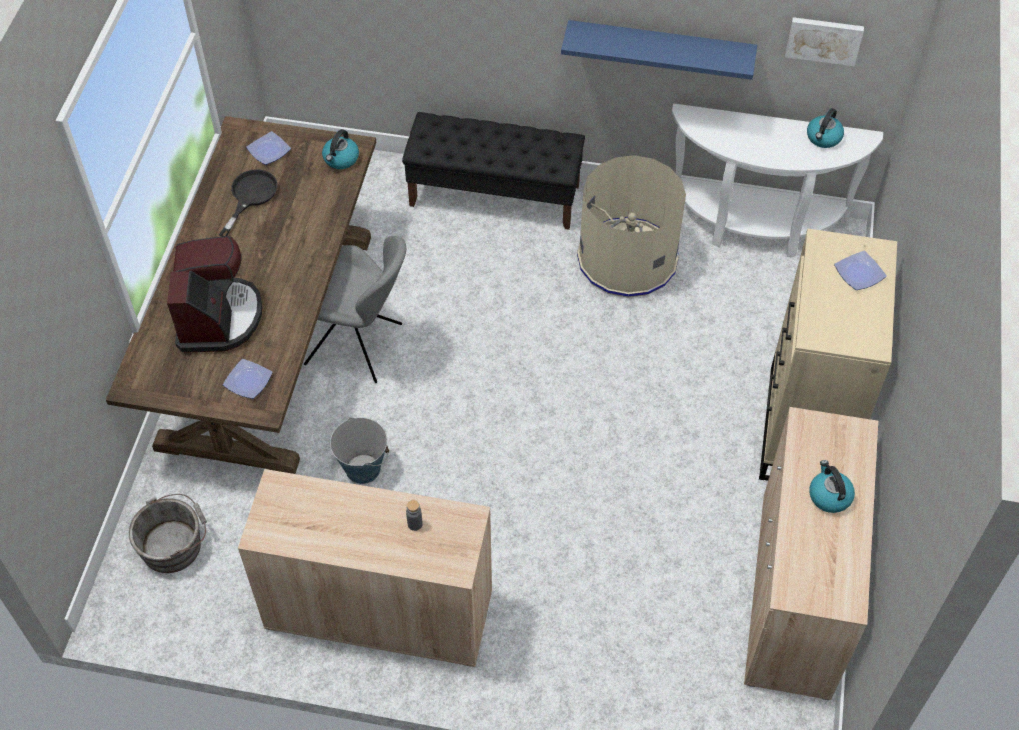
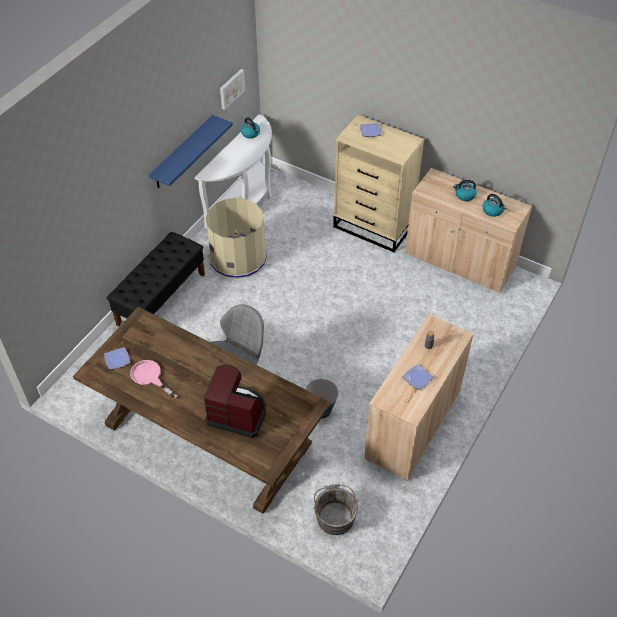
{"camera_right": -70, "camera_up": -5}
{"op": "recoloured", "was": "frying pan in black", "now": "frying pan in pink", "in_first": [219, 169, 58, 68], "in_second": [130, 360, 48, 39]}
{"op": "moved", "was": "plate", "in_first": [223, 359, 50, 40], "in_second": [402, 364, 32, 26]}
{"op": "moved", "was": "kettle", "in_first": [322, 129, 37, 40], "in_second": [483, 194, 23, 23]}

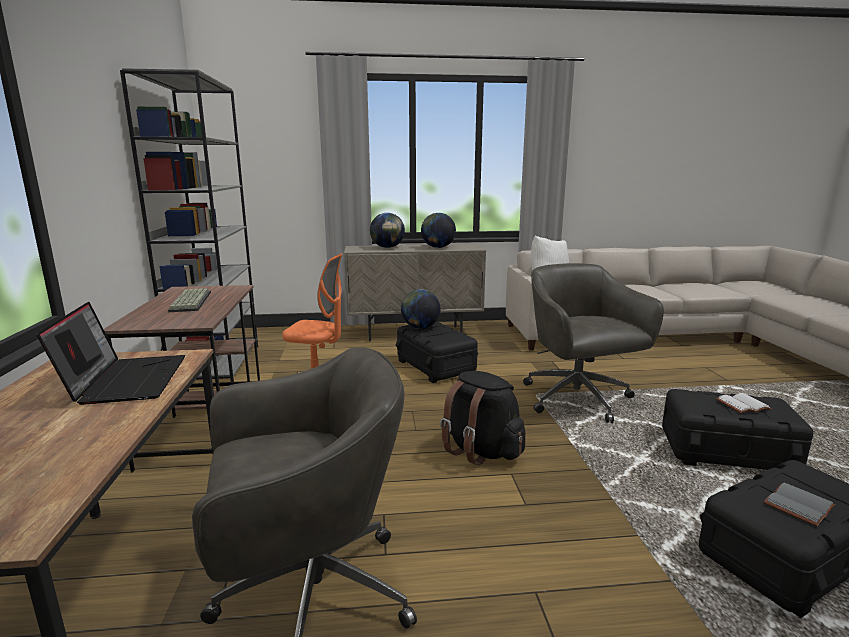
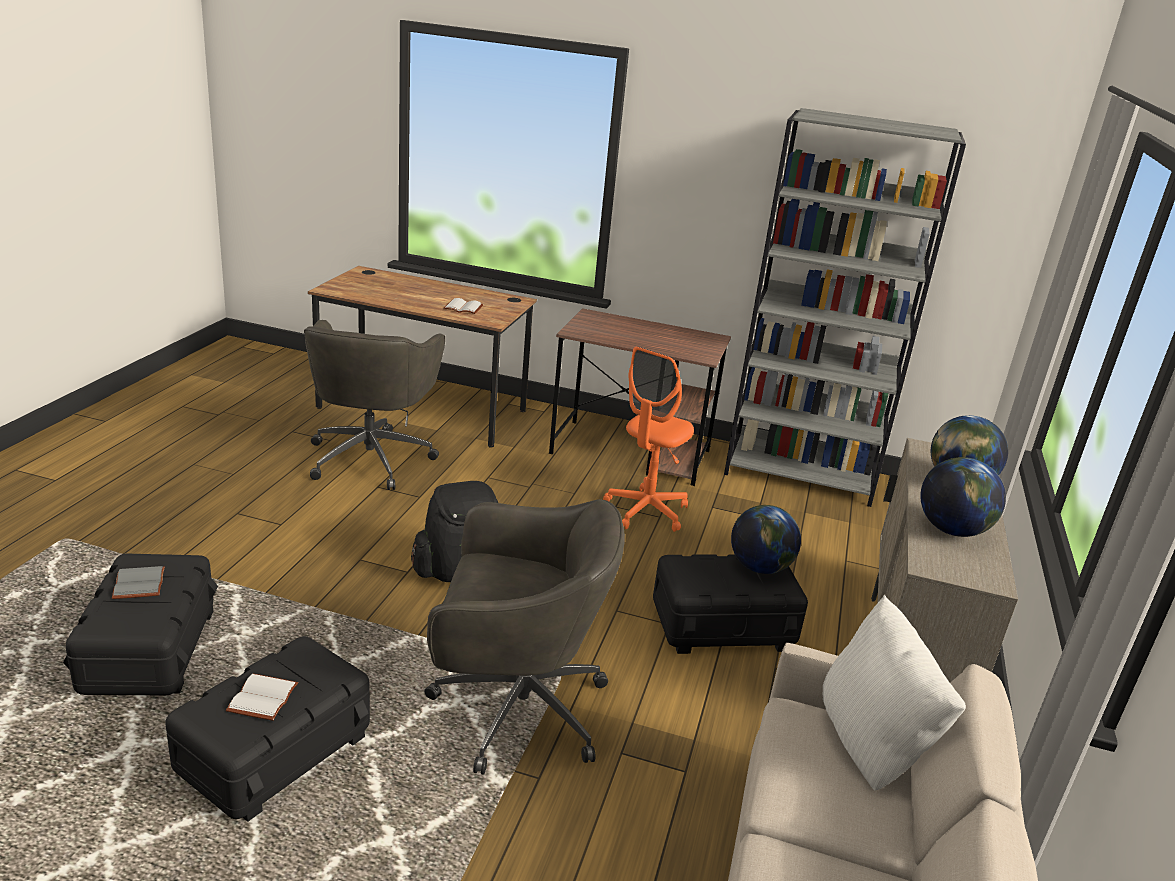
{"camera_right": 110, "camera_up": 10}
{"op": "replaced", "was": "laptop", "now": "book in white", "in_first": [36, 302, 149, 103], "in_second": [443, 298, 40, 16]}
{"op": "removed", "was": "keyboard", "in_first": [168, 288, 43, 24]}

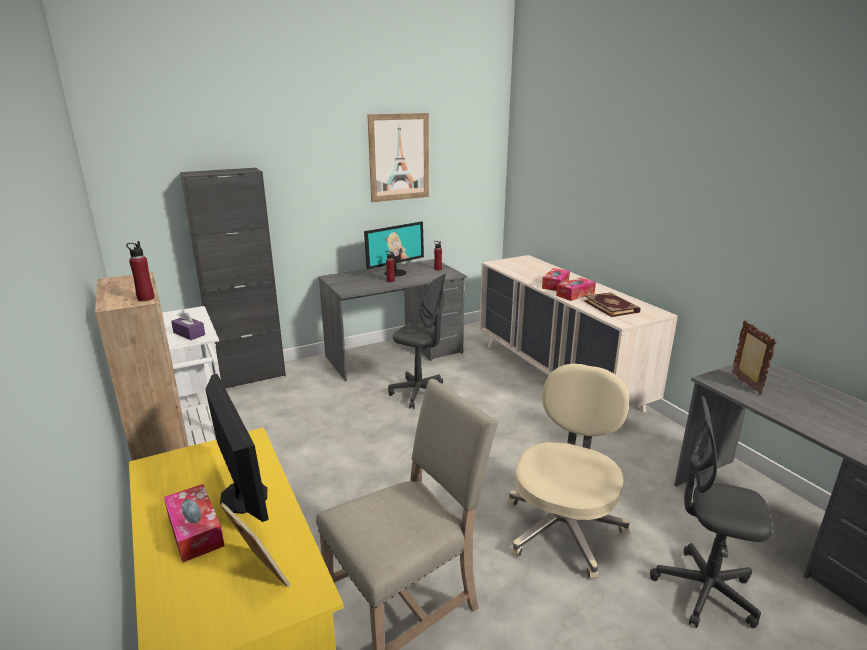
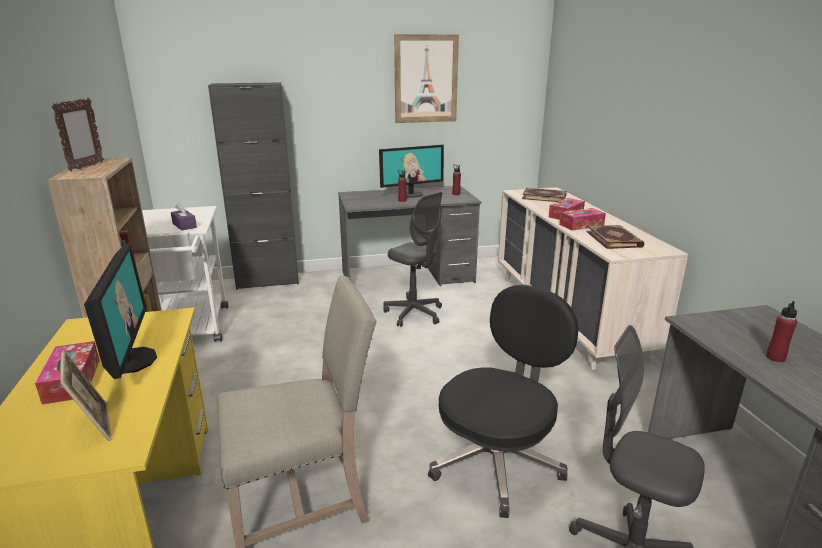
{"camera_right": 15, "camera_up": 0}
{"op": "moved", "was": "bottle in red", "in_first": [126, 241, 29, 60], "in_second": [766, 301, 31, 61]}
{"op": "recoloured", "was": "office chair in beige", "now": "office chair in black", "in_first": [508, 364, 121, 215], "in_second": [428, 285, 151, 233]}
{"op": "moved", "was": "picture frame", "in_first": [732, 320, 45, 75], "in_second": [51, 98, 53, 73]}
{"op": "added", "now": "book", "in_second": [522, 188, 45, 14]}

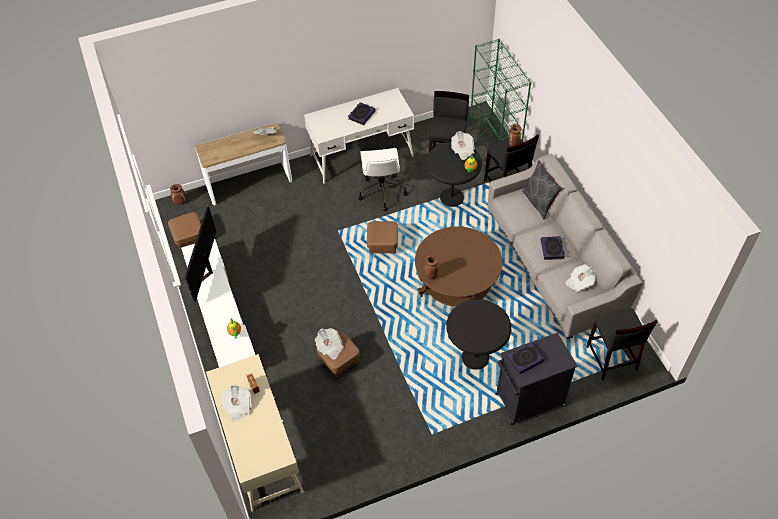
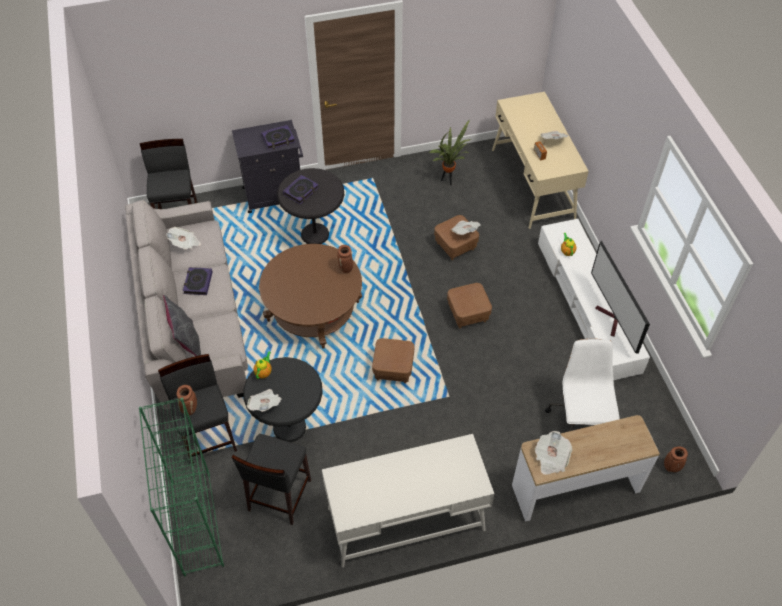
{"camera_right": -175, "camera_up": 0}
{"op": "moved", "was": "ottoman in brown", "in_first": [168, 212, 33, 39], "in_second": [447, 283, 45, 45]}
{"op": "turned", "was": "television", "in_first": [185, 206, 31, 96], "in_second": [591, 240, 59, 114], "clockwise": 150}
{"op": "moved", "was": "book", "in_first": [348, 102, 27, 23], "in_second": [283, 175, 36, 29]}
{"op": "moved", "was": "office chair in white", "in_first": [359, 148, 49, 63], "in_second": [545, 339, 75, 93]}
{"op": "added", "now": "potted plant", "in_second": [429, 120, 42, 65]}

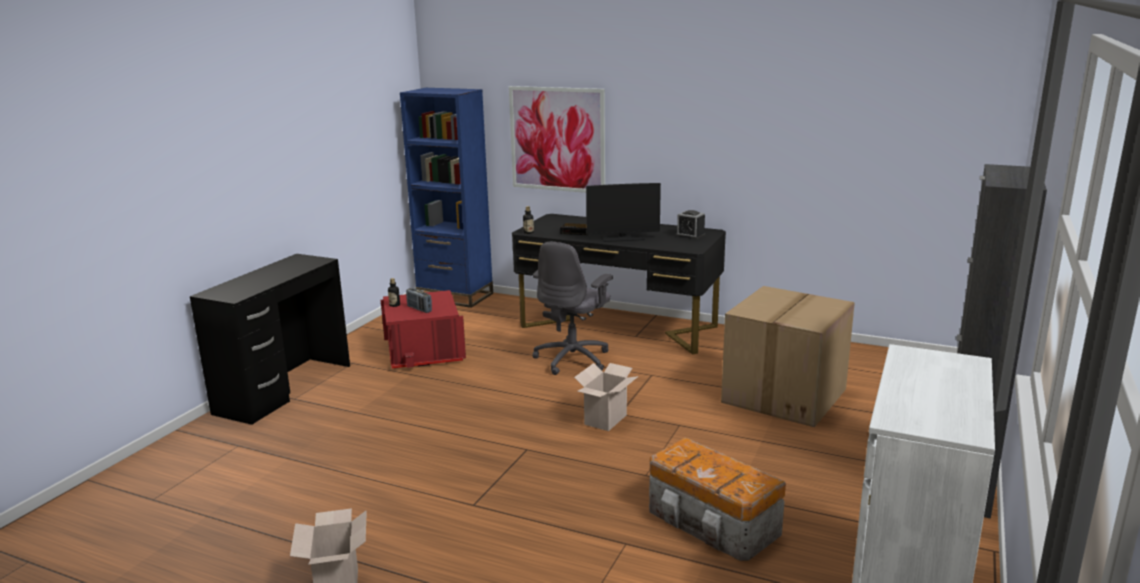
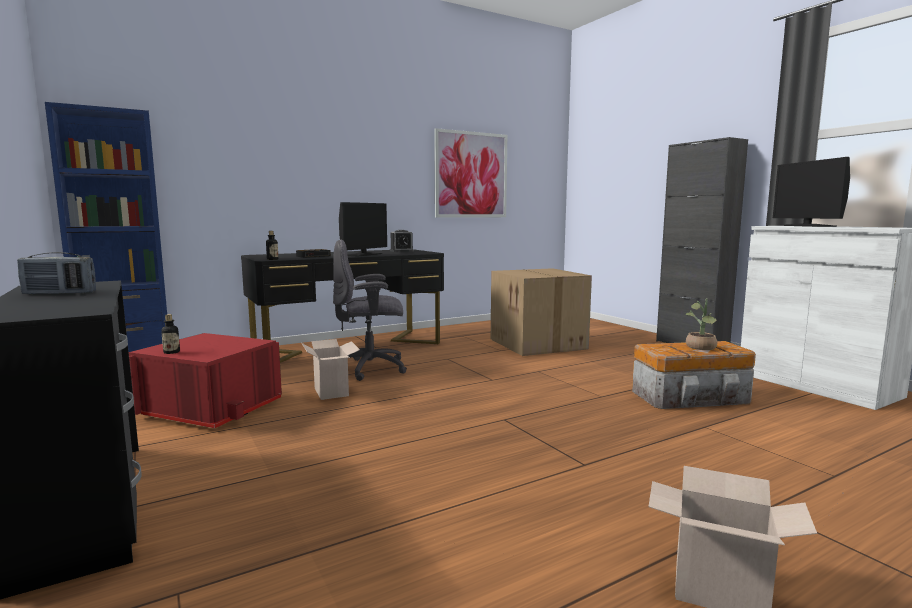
{"camera_right": -55, "camera_up": -10}
{"op": "moved", "was": "radio", "in_first": [406, 288, 26, 25], "in_second": [17, 252, 79, 43]}
{"op": "moved", "was": "picture", "in_first": [509, 86, 96, 107], "in_second": [434, 128, 73, 90]}
{"op": "turned", "was": "office chair in grey", "in_first": [532, 242, 81, 133], "in_second": [333, 239, 74, 142], "clockwise": 105}
{"op": "moved", "was": "cardboard box", "in_first": [574, 363, 64, 68], "in_second": [302, 339, 58, 61]}
{"op": "added", "now": "potted plant", "in_second": [685, 298, 32, 52]}
{"op": "added", "now": "monitor", "in_second": [773, 157, 77, 70]}

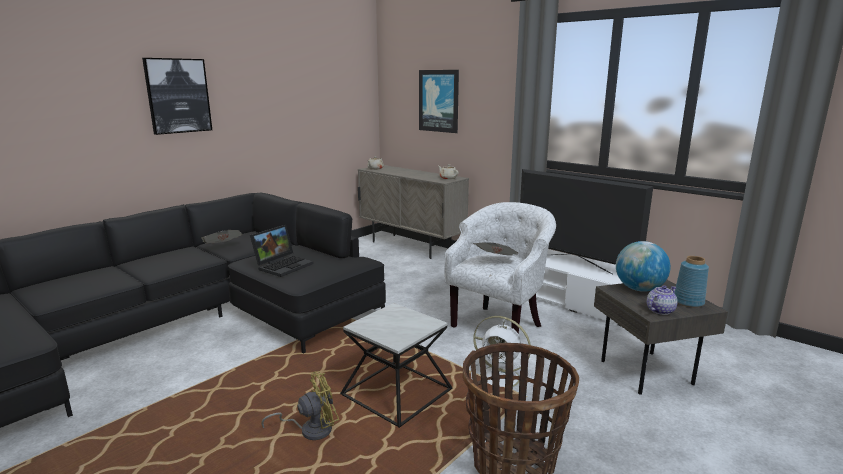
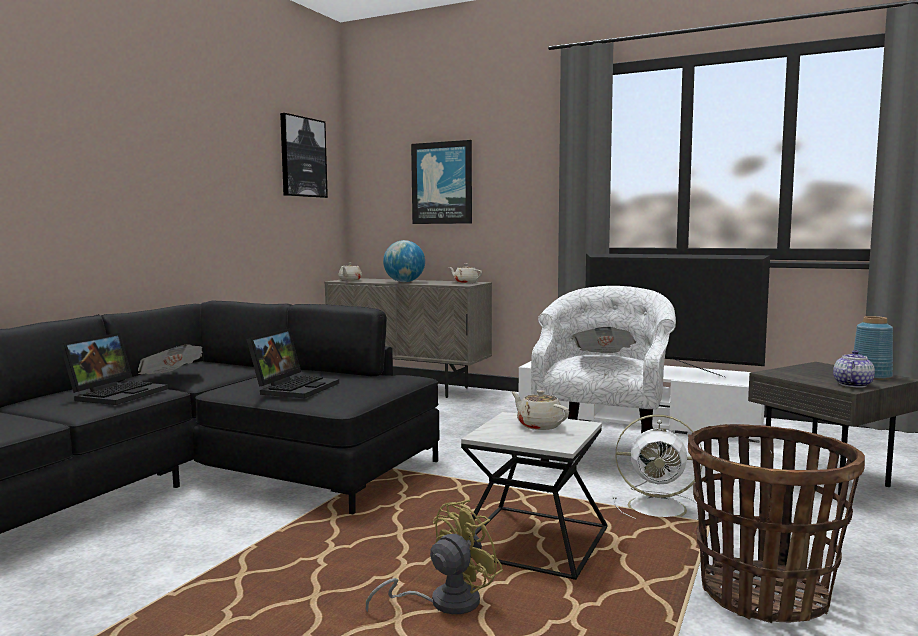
{"camera_right": -15, "camera_up": -10}
{"op": "moved", "was": "picture", "in_first": [142, 58, 70, 77], "in_second": [280, 113, 48, 85]}
{"op": "moved", "was": "globe", "in_first": [616, 241, 55, 51], "in_second": [383, 240, 42, 42]}
{"op": "added", "now": "laptop", "in_second": [60, 333, 108, 72]}
{"op": "added", "now": "teapot in beige", "in_second": [511, 390, 58, 40]}

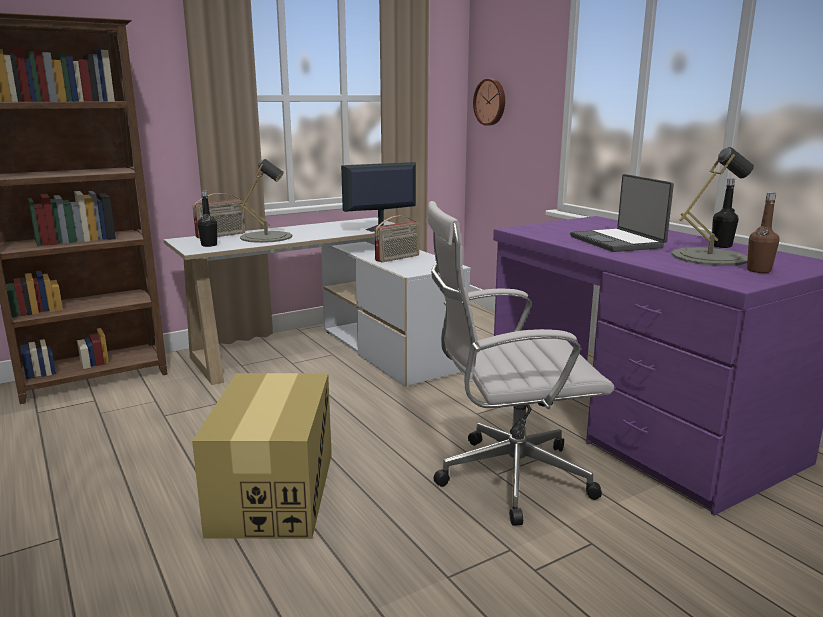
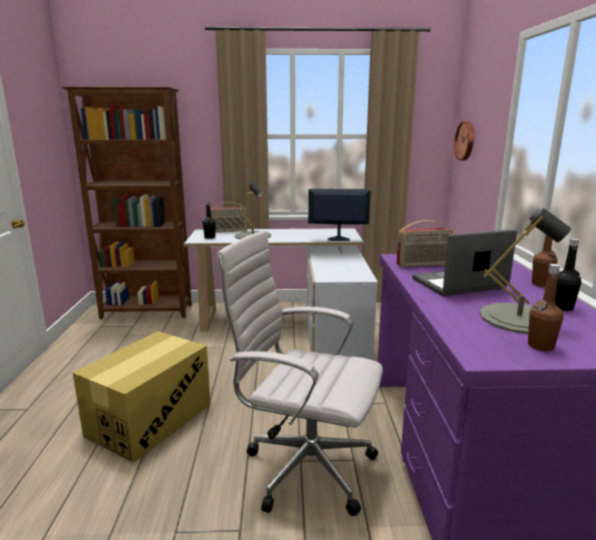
{"camera_right": 30, "camera_up": 0}
{"op": "moved", "was": "radio", "in_first": [375, 216, 44, 46], "in_second": [396, 220, 57, 47]}
{"op": "turned", "was": "laptop", "in_first": [570, 174, 104, 78], "in_second": [412, 229, 105, 67], "clockwise": 60}
{"op": "added", "now": "bottle in brown", "in_second": [532, 235, 25, 52]}

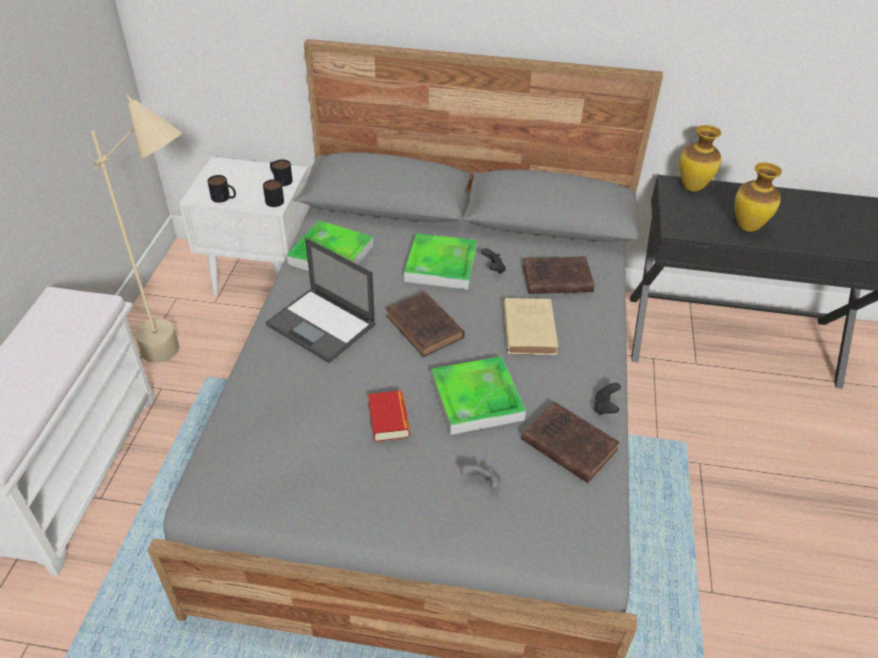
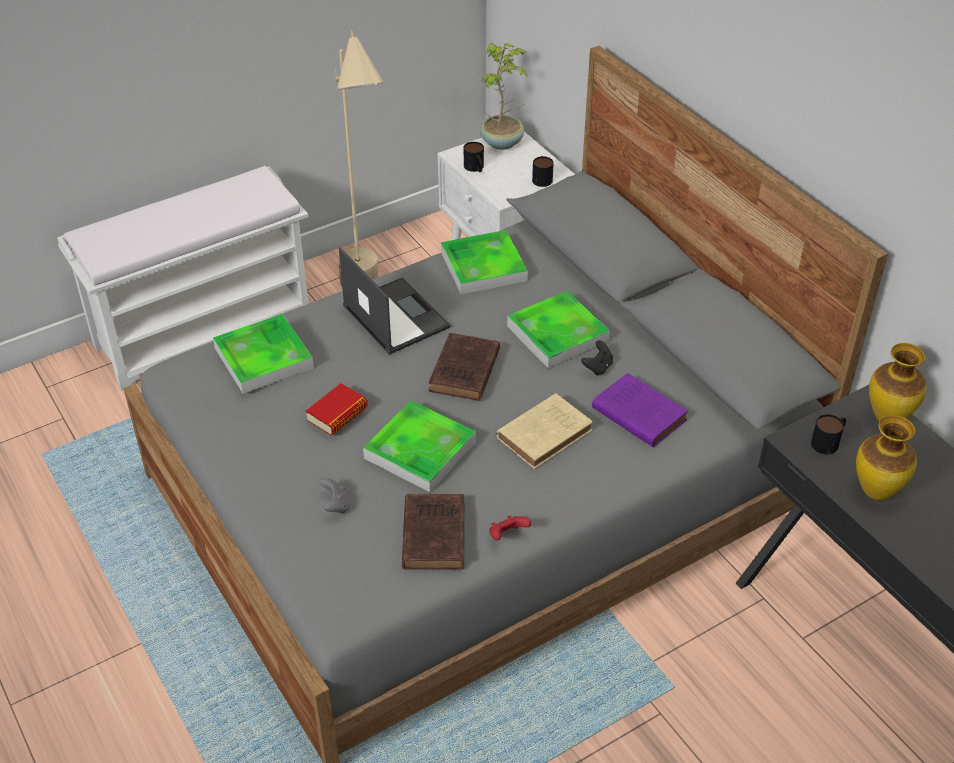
{"camera_right": 50, "camera_up": 0}
{"op": "moved", "was": "mug", "in_first": [263, 179, 21, 28], "in_second": [811, 414, 35, 40]}
{"op": "turned", "was": "laptop", "in_first": [265, 238, 111, 125], "in_second": [339, 247, 111, 108], "clockwise": 150}
{"op": "recoloured", "was": "book in brown", "now": "book in purple", "in_first": [522, 256, 73, 38], "in_second": [592, 373, 96, 74]}
{"op": "recoloured", "was": "game controller in black", "now": "game controller in red", "in_first": [594, 383, 27, 32], "in_second": [489, 515, 42, 25]}
{"op": "added", "now": "tray", "in_second": [213, 314, 101, 80]}
{"op": "added", "now": "potted plant", "in_second": [480, 43, 47, 107]}

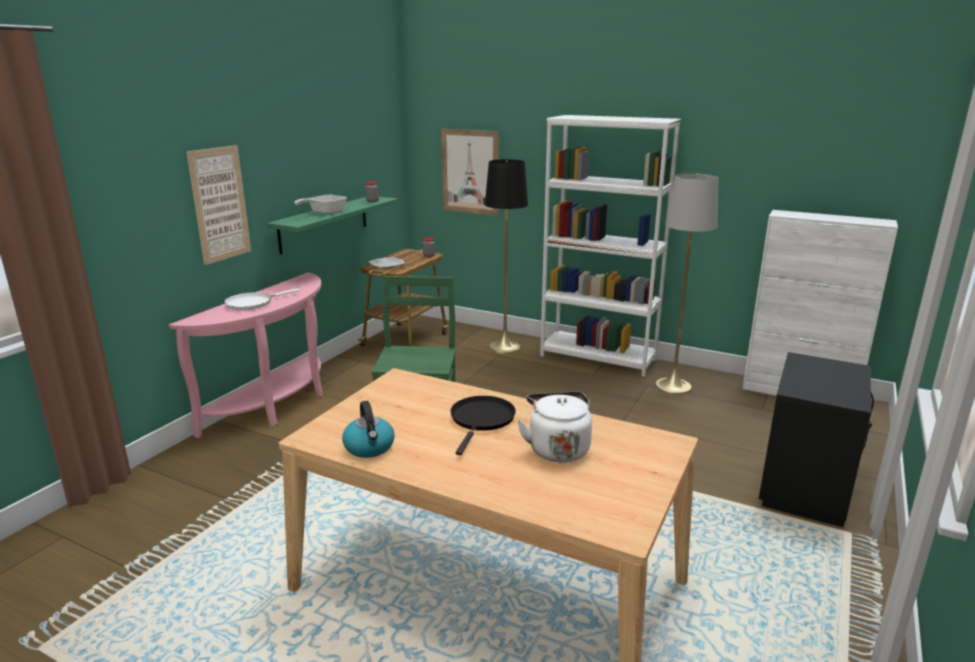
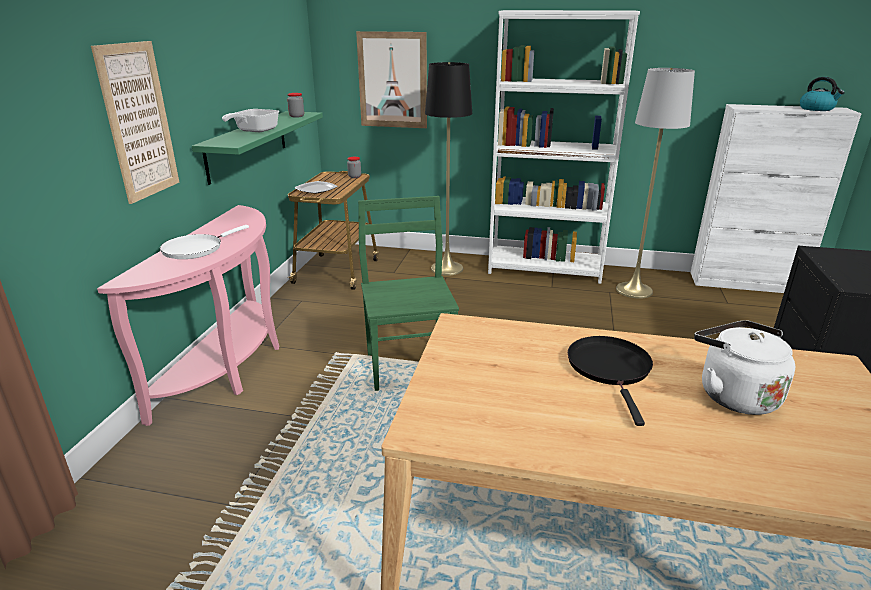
{"camera_right": -15, "camera_up": 5}
{"op": "moved", "was": "kettle", "in_first": [342, 401, 53, 57], "in_second": [800, 77, 45, 34]}

